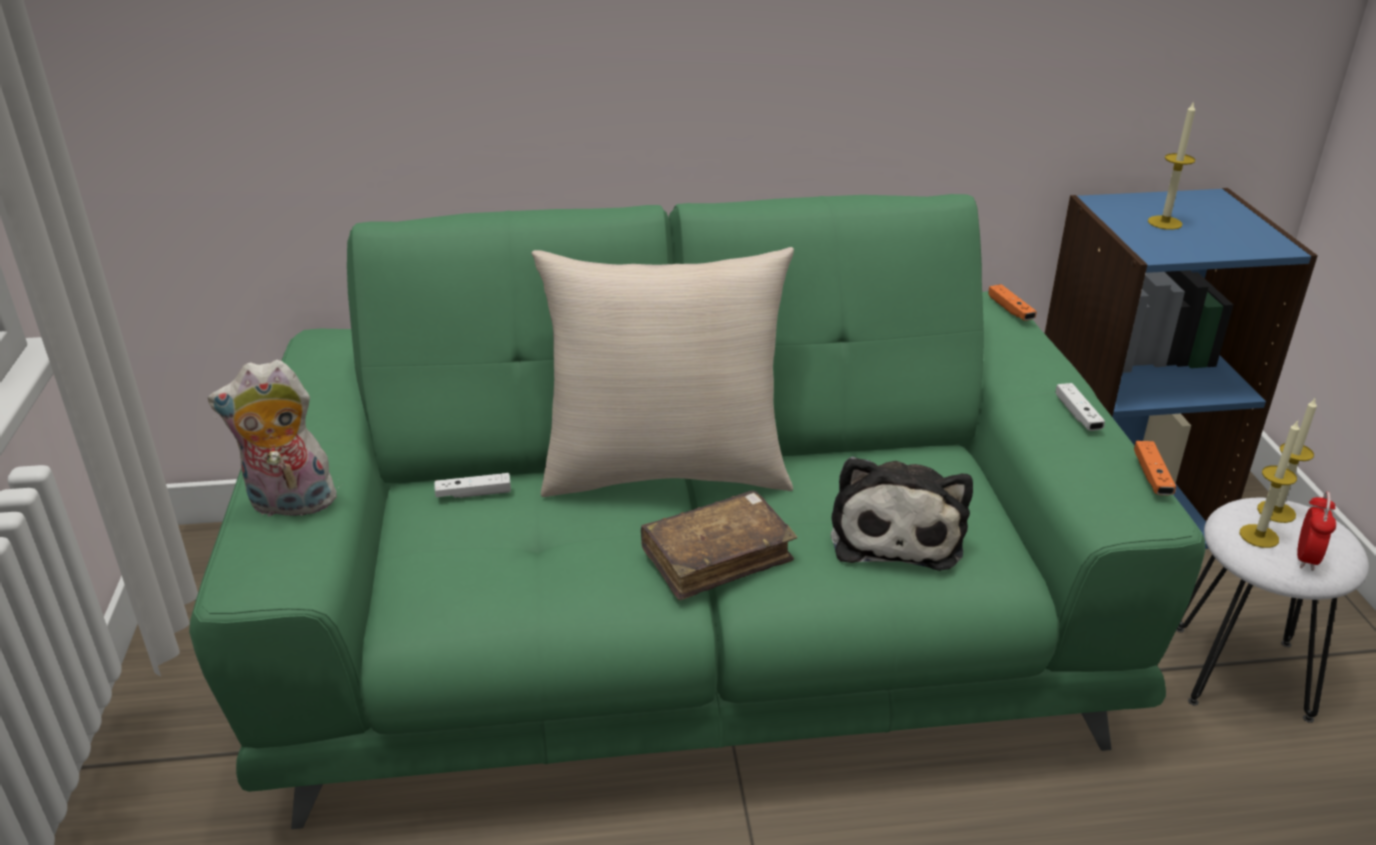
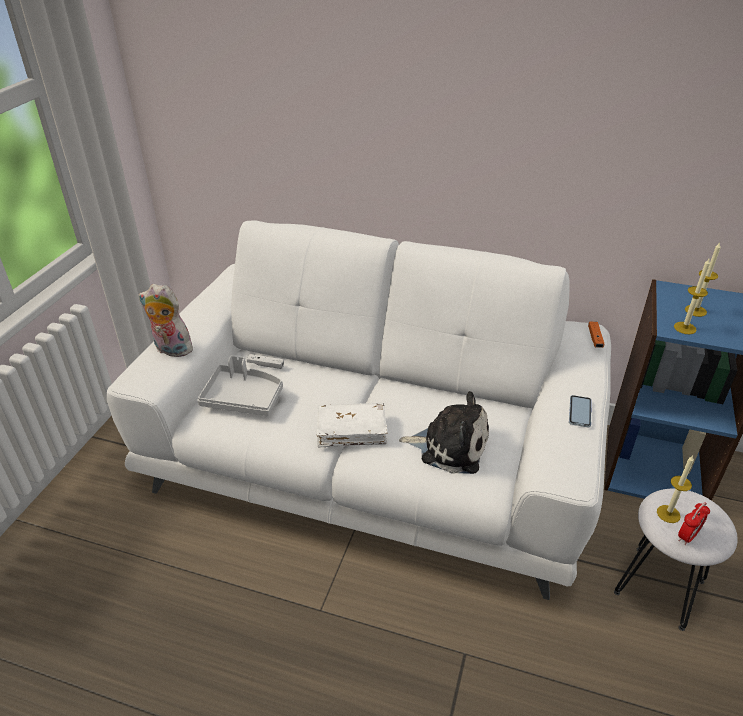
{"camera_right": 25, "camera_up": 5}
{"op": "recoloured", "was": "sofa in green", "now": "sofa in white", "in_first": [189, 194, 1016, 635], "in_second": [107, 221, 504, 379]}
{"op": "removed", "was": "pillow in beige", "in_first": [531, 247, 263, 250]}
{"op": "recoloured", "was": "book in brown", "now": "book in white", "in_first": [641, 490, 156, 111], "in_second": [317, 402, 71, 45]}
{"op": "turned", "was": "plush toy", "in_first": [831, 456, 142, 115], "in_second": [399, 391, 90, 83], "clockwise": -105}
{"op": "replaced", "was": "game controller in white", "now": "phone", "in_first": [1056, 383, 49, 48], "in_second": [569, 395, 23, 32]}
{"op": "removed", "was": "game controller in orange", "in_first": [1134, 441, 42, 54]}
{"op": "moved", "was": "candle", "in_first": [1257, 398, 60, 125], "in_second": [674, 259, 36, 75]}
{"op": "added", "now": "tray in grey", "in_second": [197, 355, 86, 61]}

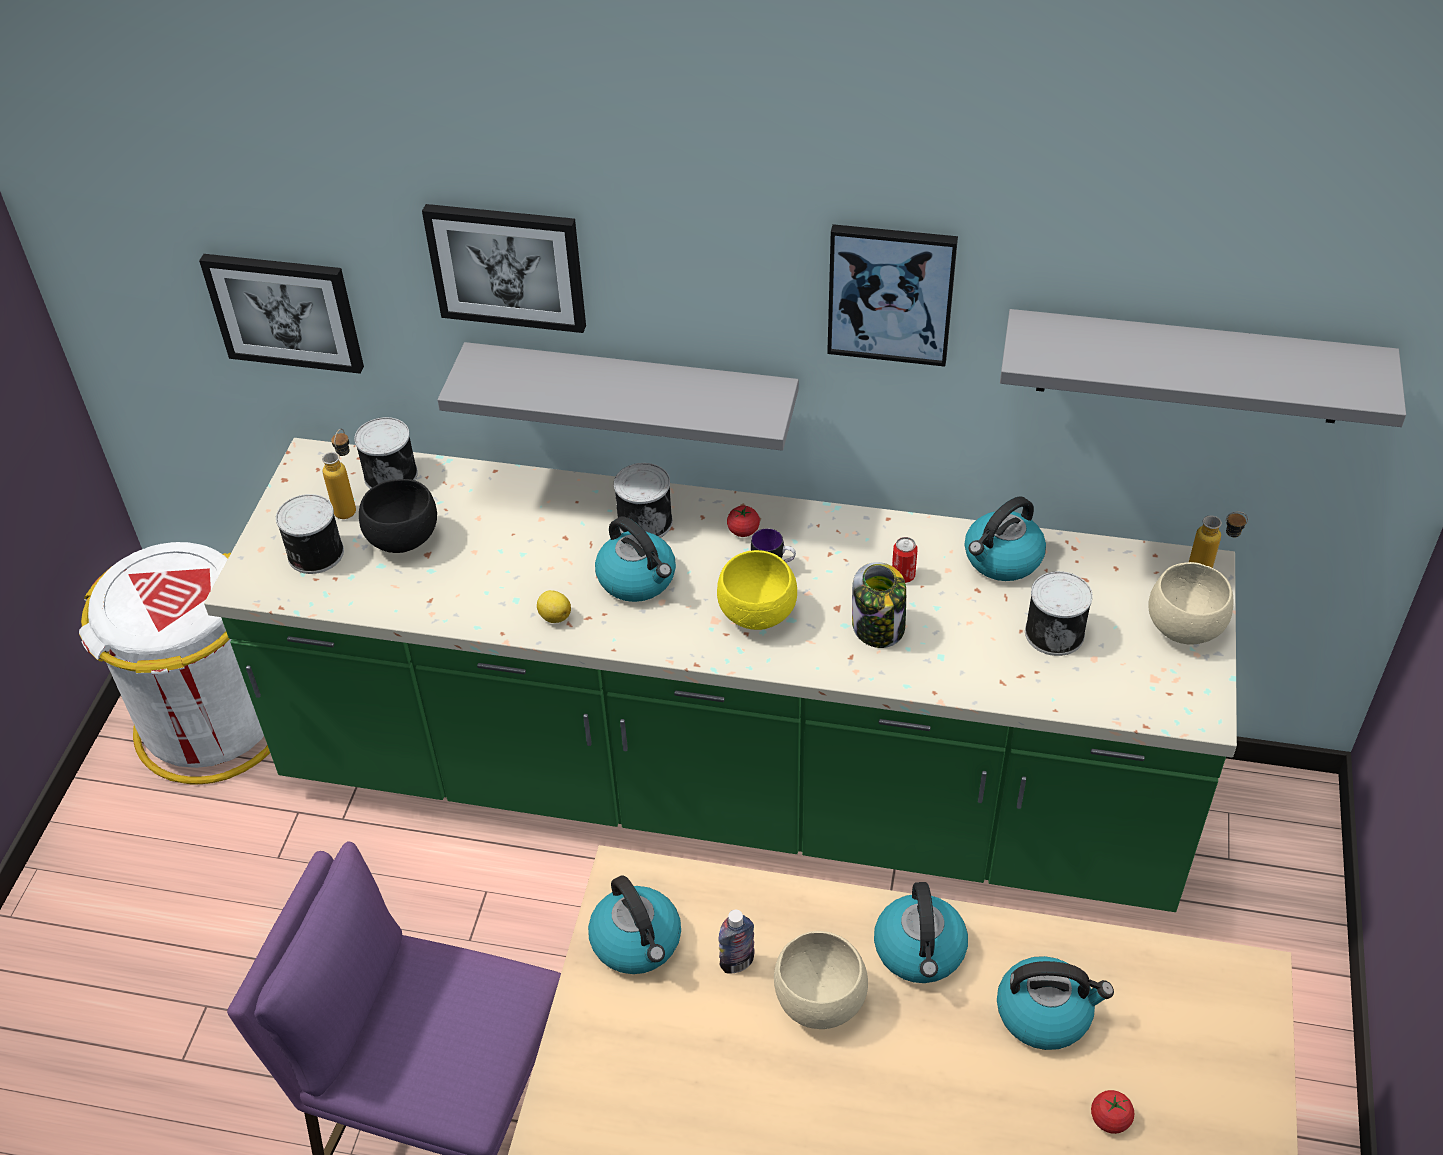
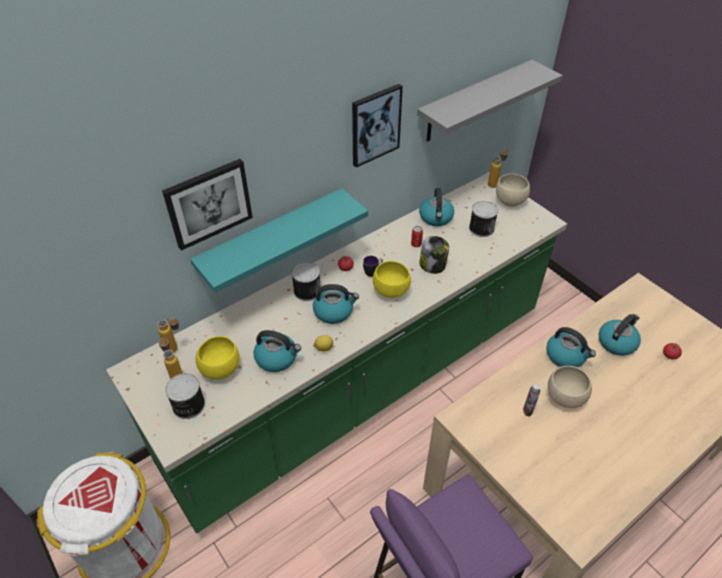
{"camera_right": -50, "camera_up": 0}
{"op": "removed", "was": "picture", "in_first": [199, 254, 165, 120]}
{"op": "replaced", "was": "can", "now": "bottle", "in_first": [354, 417, 64, 72], "in_second": [157, 318, 22, 35]}
{"op": "recoloured", "was": "bowl in black", "now": "bowl in yellow", "in_first": [359, 479, 78, 74], "in_second": [196, 336, 44, 43]}
{"op": "recoloured", "was": "shelf in grey", "now": "shelf in turquoise", "in_first": [437, 342, 362, 109], "in_second": [190, 188, 178, 105]}
{"op": "moved", "was": "kettle", "in_first": [588, 875, 93, 99], "in_second": [254, 330, 47, 42]}

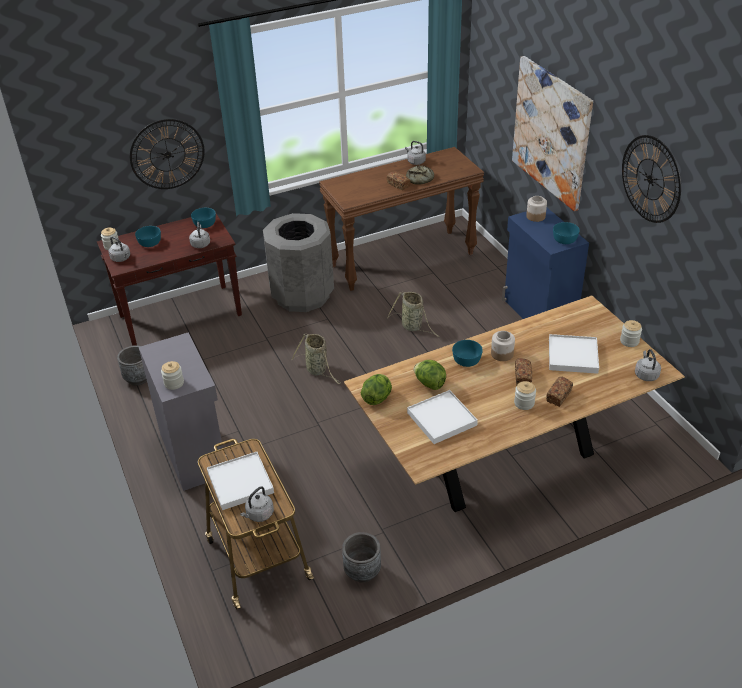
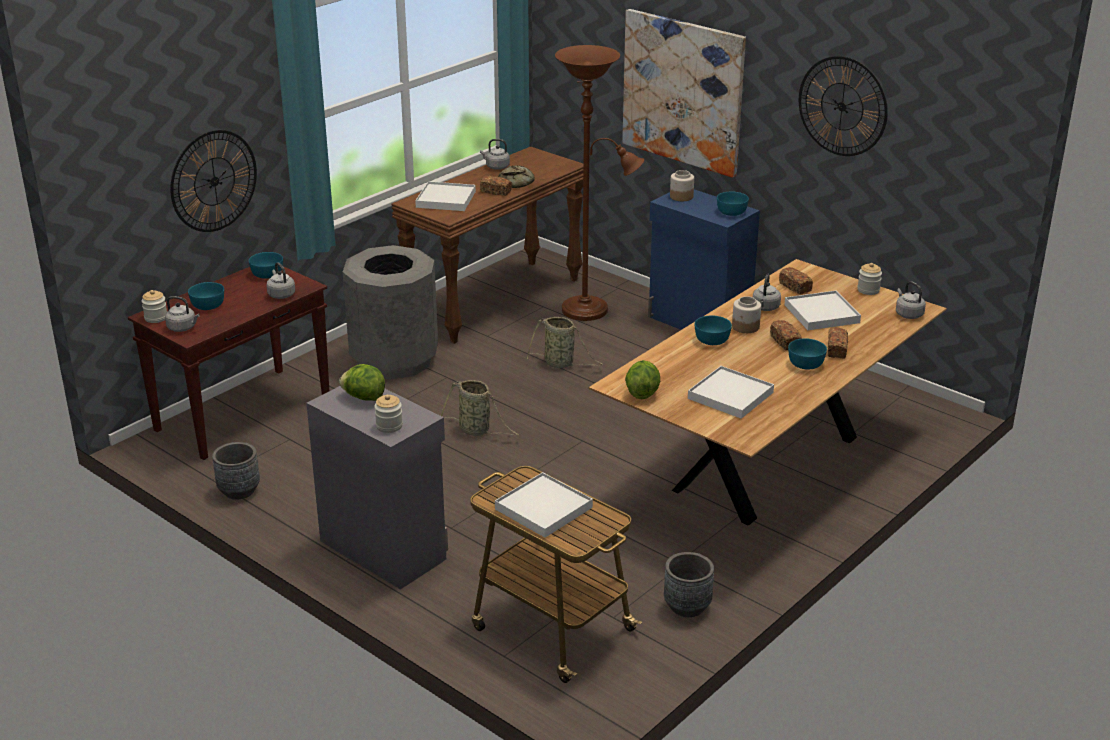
{"camera_right": -25, "camera_up": -10}
{"op": "moved", "was": "kettle in grey", "in_first": [240, 486, 34, 36], "in_second": [753, 274, 28, 37]}
{"op": "moved", "was": "lettuce", "in_first": [414, 360, 32, 30], "in_second": [339, 364, 46, 37]}
{"op": "replaced", "was": "jar", "now": "bowl in turquoise", "in_first": [514, 381, 22, 29], "in_second": [788, 338, 39, 32]}
{"op": "added", "now": "tray in white", "in_second": [415, 181, 61, 30]}
{"op": "added", "now": "floor lamp in brown", "in_second": [555, 45, 89, 276]}
{"op": "added", "now": "bread", "in_second": [779, 267, 34, 27]}

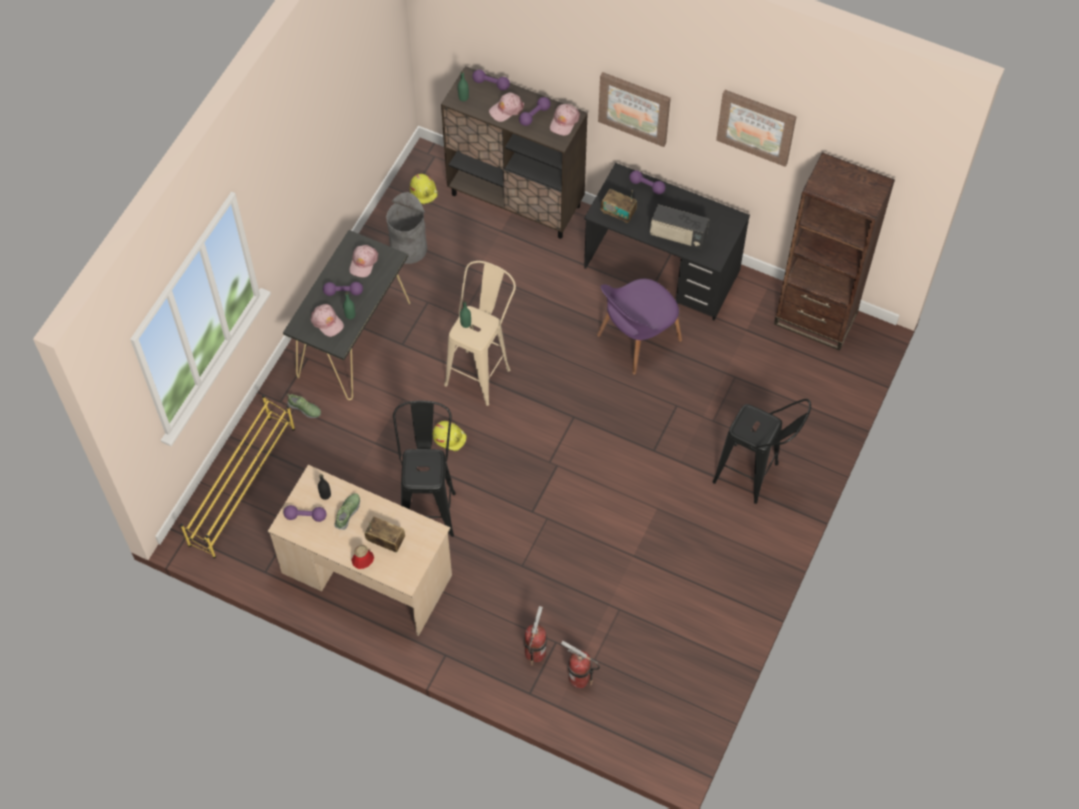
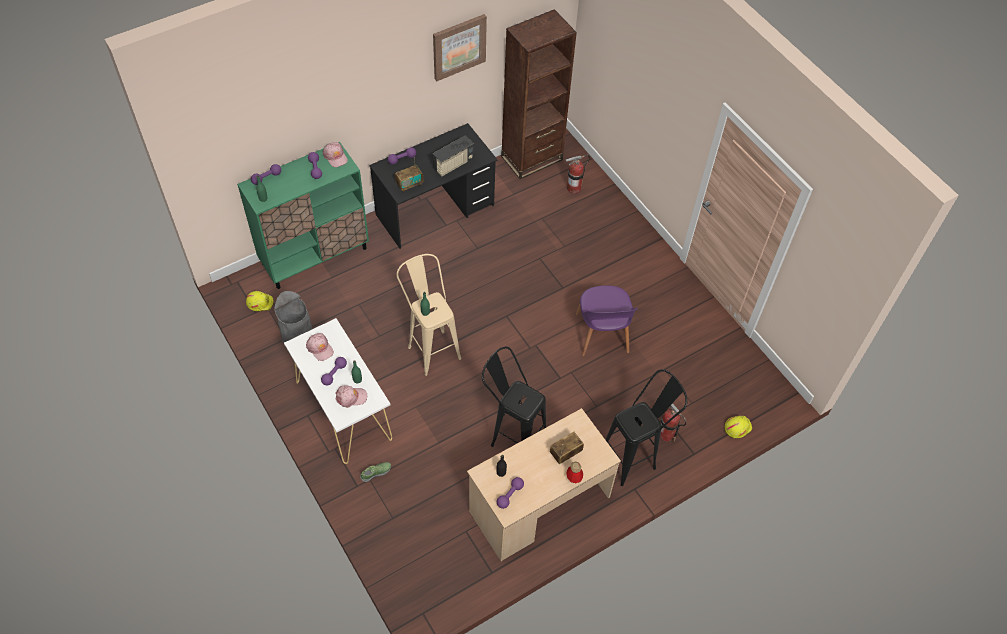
{"camera_right": -60, "camera_up": -5}
{"op": "removed", "was": "shoe rack in yellow", "in_first": [180, 395, 115, 163]}
{"op": "recoloured", "was": "console table in black", "now": "console table in white", "in_first": [283, 230, 127, 170], "in_second": [284, 318, 108, 146]}
{"op": "removed", "was": "shoe", "in_first": [334, 493, 26, 37]}
{"op": "moved", "was": "hard hat in yellow", "in_first": [433, 421, 34, 31], "in_second": [725, 416, 27, 22]}
{"op": "recoloured", "was": "cabinet in brown", "now": "cabinet in green", "in_first": [441, 66, 147, 173], "in_second": [237, 142, 132, 147]}
{"op": "removed", "was": "cap in pink", "in_first": [489, 92, 35, 30]}
{"op": "moved", "was": "fire extinguisher", "in_first": [561, 641, 39, 48], "in_second": [566, 155, 24, 39]}
{"op": "moved", "was": "chair in purple", "in_first": [597, 279, 85, 96], "in_second": [576, 286, 62, 70]}
{"op": "removed", "was": "picture", "in_first": [598, 72, 73, 75]}
{"op": "moved", "was": "stool in black", "in_first": [713, 399, 98, 105], "in_second": [606, 369, 81, 117]}

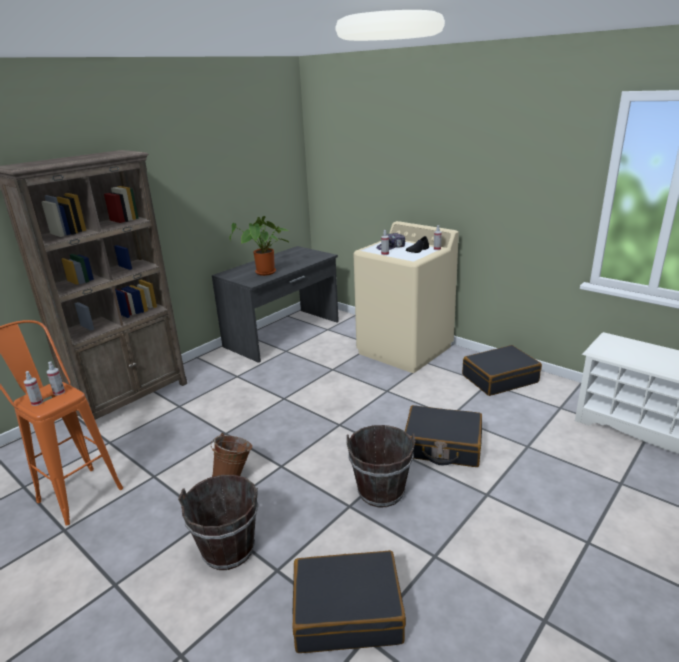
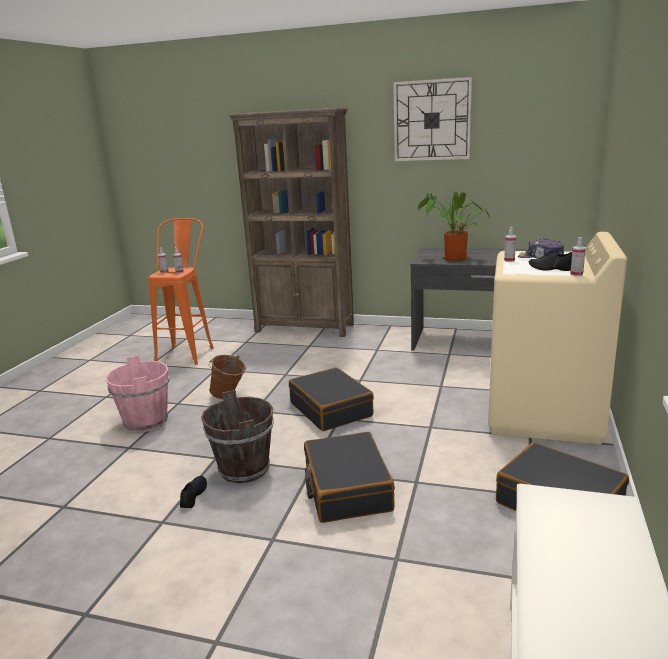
{"camera_right": 65, "camera_up": -5}
{"op": "recoloured", "was": "bucket in brown", "now": "bucket in pink", "in_first": [178, 475, 81, 95], "in_second": [106, 355, 64, 78]}
{"op": "moved", "was": "suitcase in black", "in_first": [292, 550, 114, 103], "in_second": [289, 367, 85, 64]}
{"op": "added", "now": "shoe in black", "in_second": [180, 476, 27, 32]}
{"op": "added", "now": "wall clock", "in_second": [393, 77, 79, 84]}

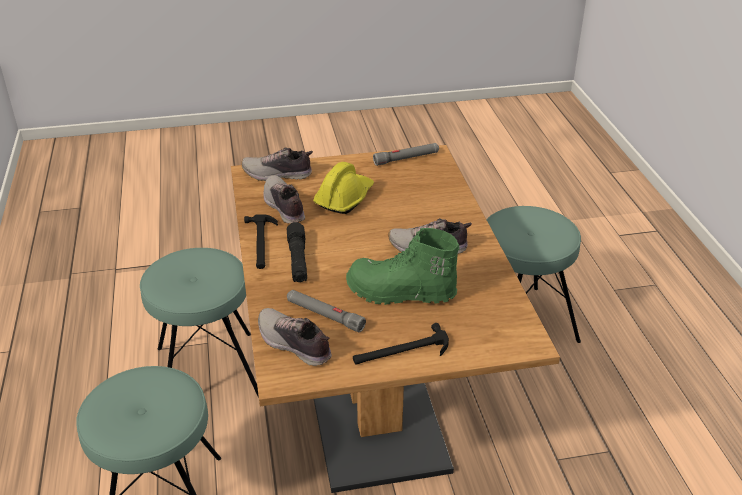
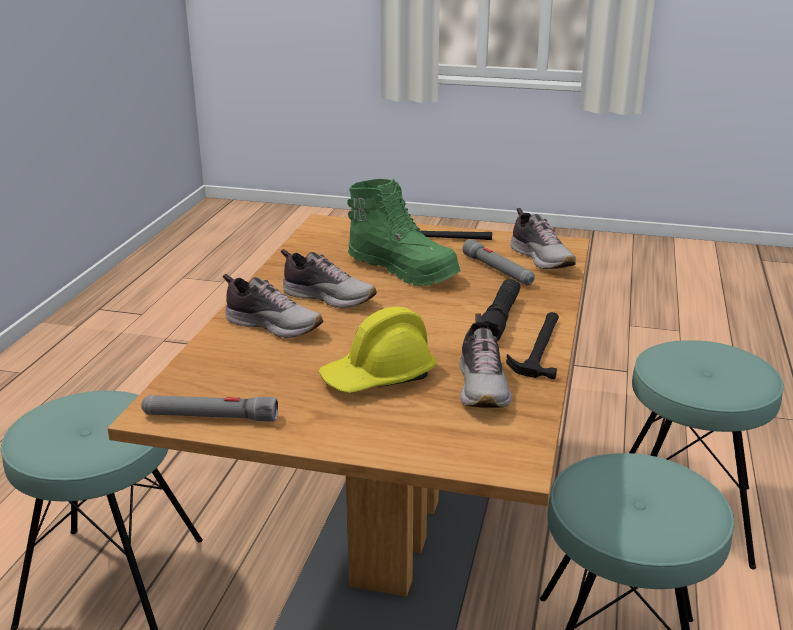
{"camera_right": -155, "camera_up": -10}
{"op": "moved", "was": "shoe", "in_first": [241, 147, 72, 34], "in_second": [223, 274, 100, 64]}

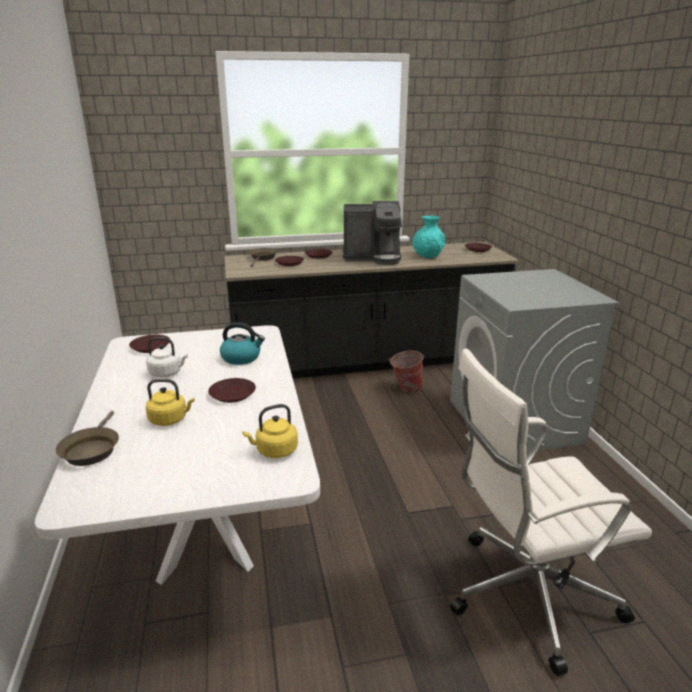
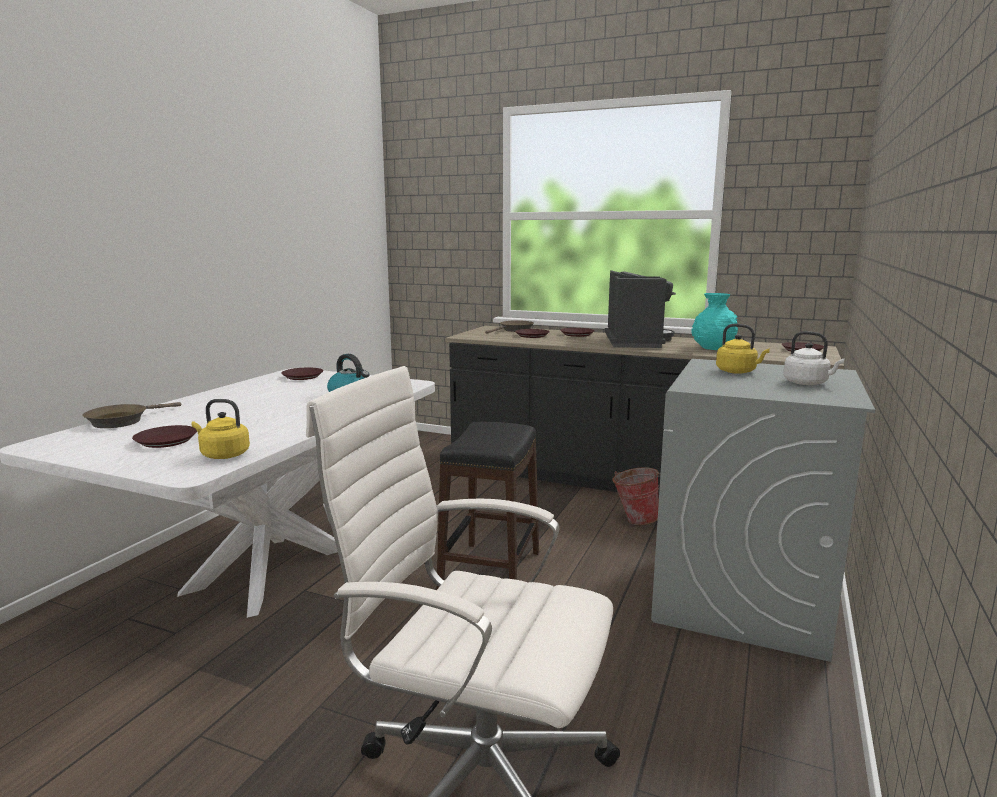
{"camera_right": 35, "camera_up": -10}
{"op": "moved", "was": "kettle in white", "in_first": [146, 337, 42, 41], "in_second": [783, 331, 62, 54]}
{"op": "moved", "was": "kettle in yellow", "in_first": [146, 379, 49, 47], "in_second": [716, 324, 54, 50]}
{"op": "moved", "was": "plate in brown", "in_first": [208, 378, 48, 25], "in_second": [132, 425, 65, 23]}
{"op": "turned", "was": "coffee machine", "in_first": [342, 201, 60, 64], "in_second": [605, 270, 71, 78], "clockwise": -120}
{"op": "added", "now": "stool in black", "in_second": [437, 422, 102, 167]}

